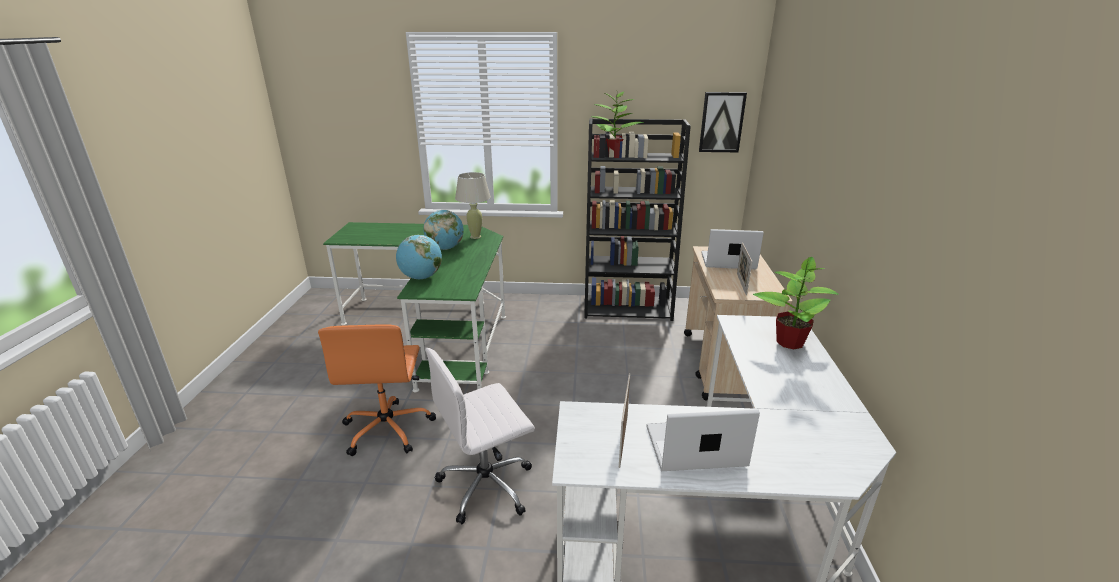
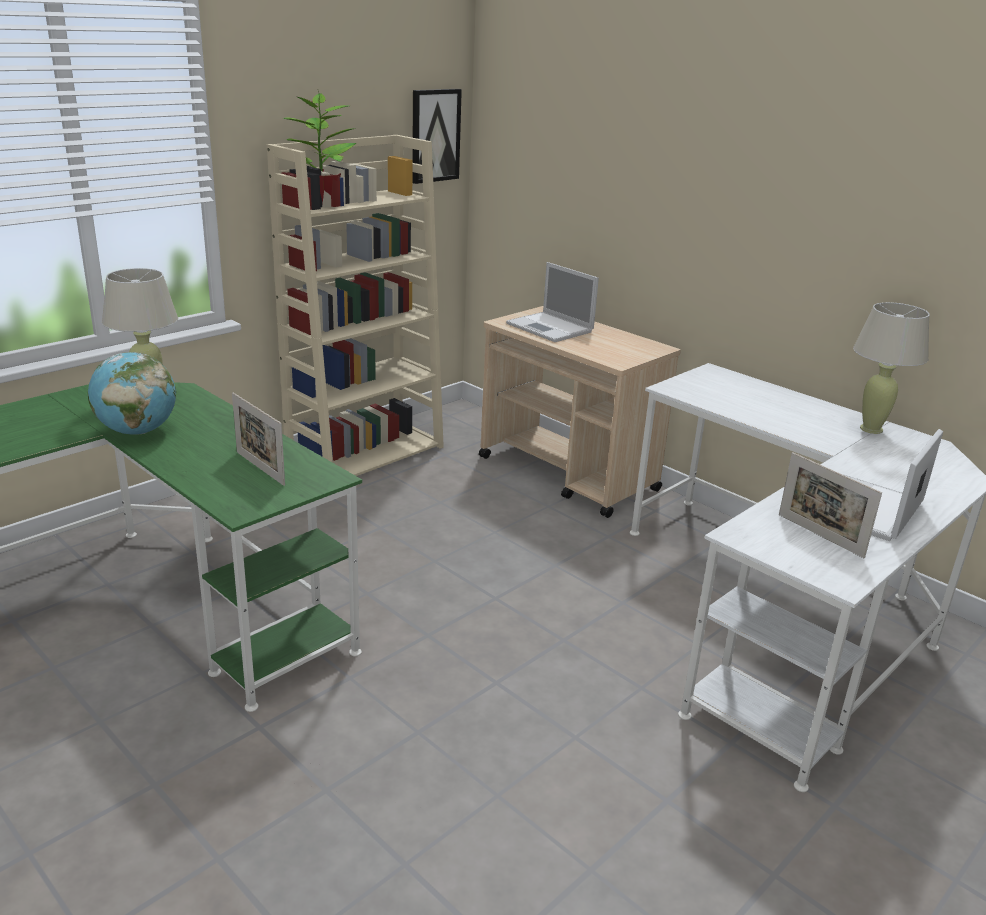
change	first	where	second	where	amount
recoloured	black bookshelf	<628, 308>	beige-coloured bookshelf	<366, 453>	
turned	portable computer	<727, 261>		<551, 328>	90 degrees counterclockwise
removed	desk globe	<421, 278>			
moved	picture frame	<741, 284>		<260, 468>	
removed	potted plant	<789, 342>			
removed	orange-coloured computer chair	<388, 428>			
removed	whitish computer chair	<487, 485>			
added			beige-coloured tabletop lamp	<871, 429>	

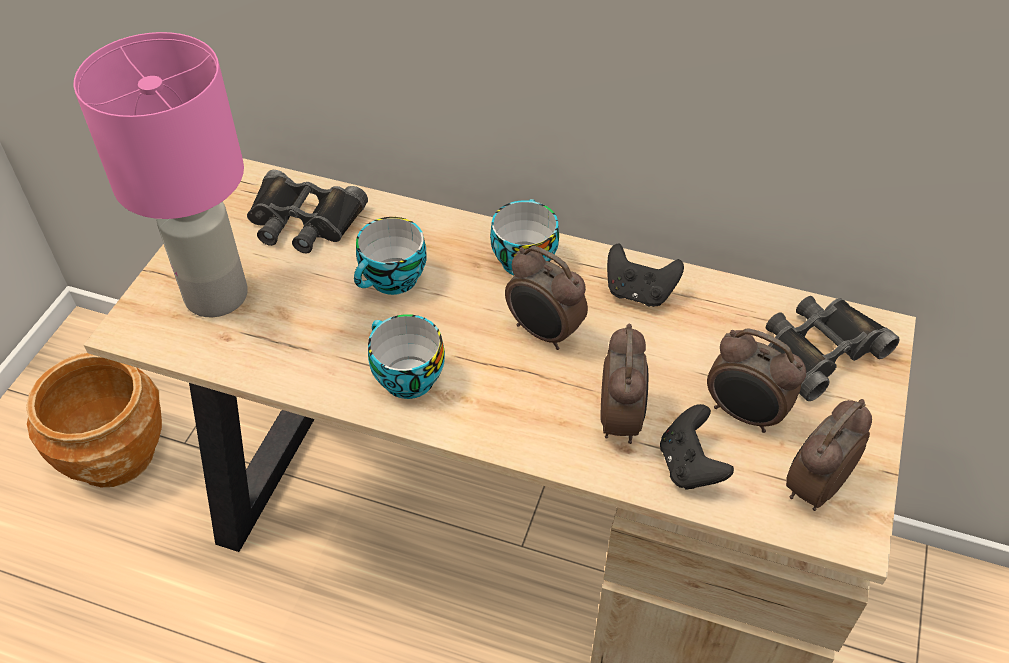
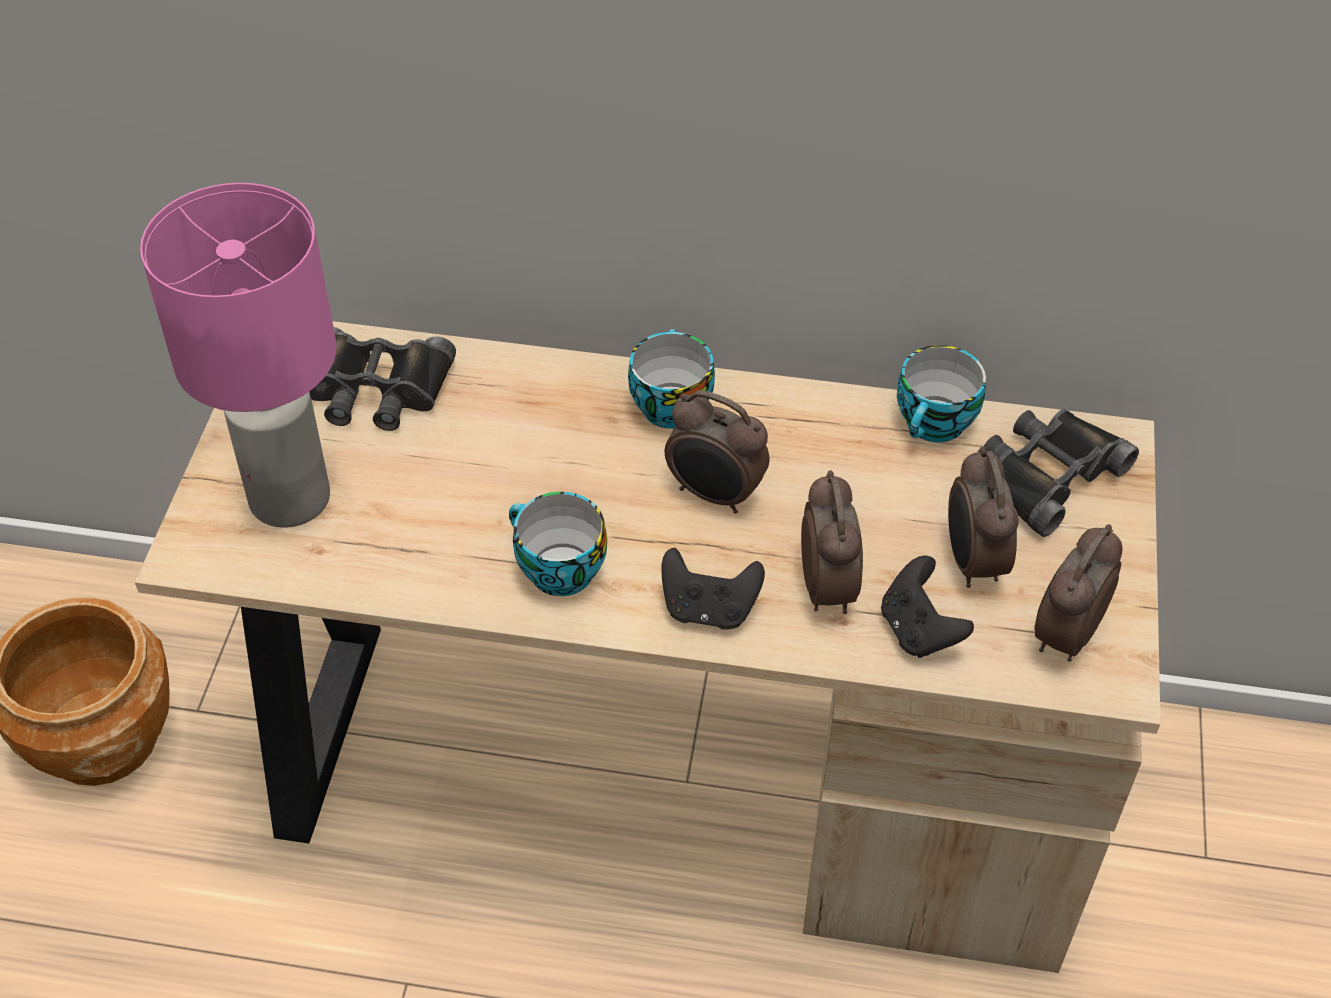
change	first	where	second	where	amount
moved	cup	<393, 281>		<935, 425>	
moved	black game controller	<639, 293>		<708, 609>	
turned	table clock	<744, 414>		<972, 562>	60 degrees clockwise

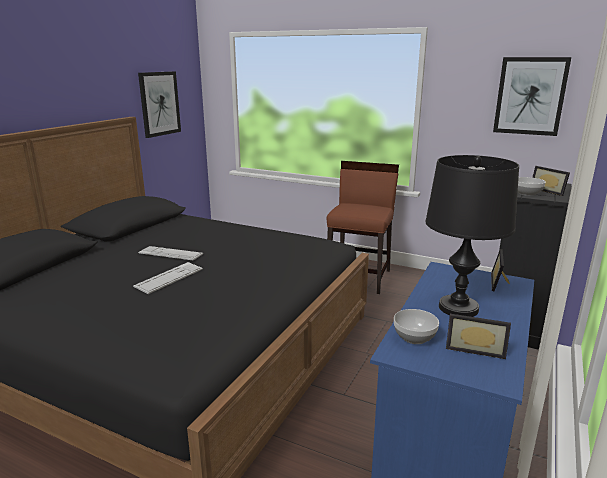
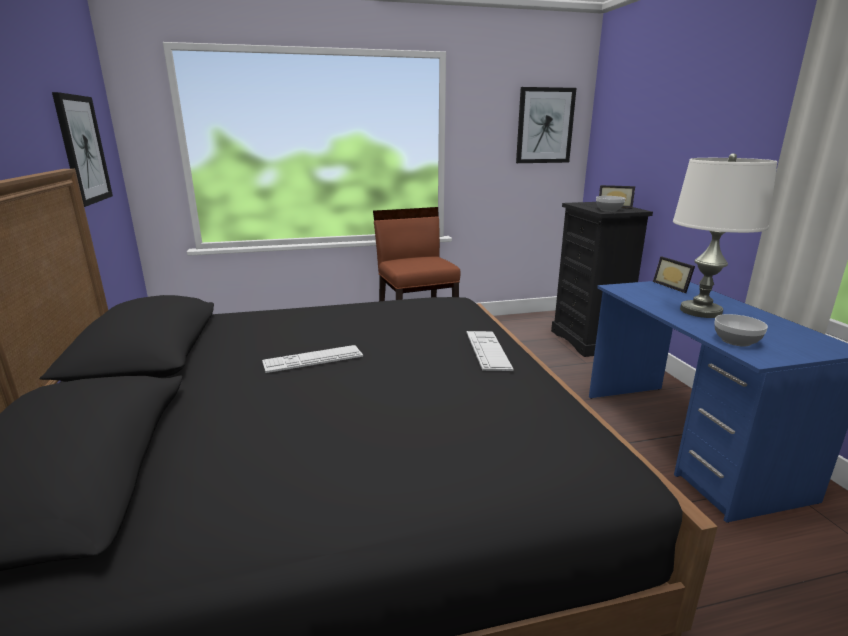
change	first	where	second	where	amount
recoloured	black tabletop lamp	<458, 308>	whitish tabletop lamp	<701, 311>	
moved	keyboard	<169, 278>		<488, 351>	
removed	picture frame	<475, 348>			

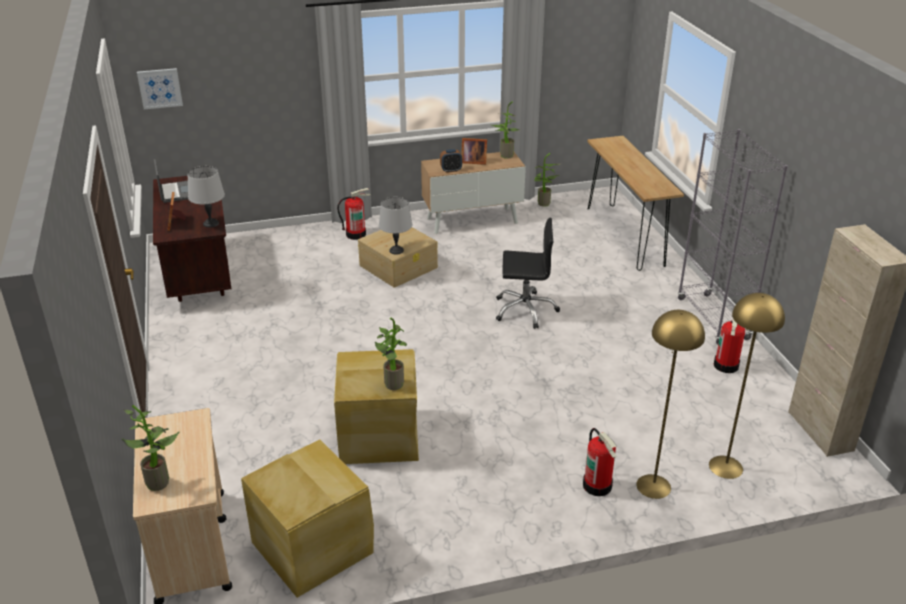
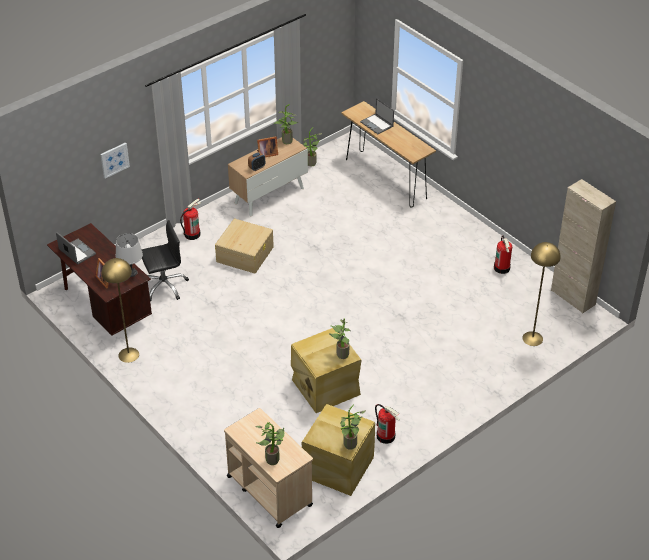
change	first	where	second	where	amount
moved	wall picture	<160, 88>		<114, 160>	
removed	gray bookshelf	<713, 319>			
removed	gray tabletop lamp	<396, 250>			
moved	black computer chair	<525, 310>		<164, 286>	
moved	yellowish floor lamp	<653, 486>		<129, 355>	
moved	extinguisher	<598, 485>		<386, 436>	
added			portable computer	<377, 124>	
added			potted plant	<350, 446>	

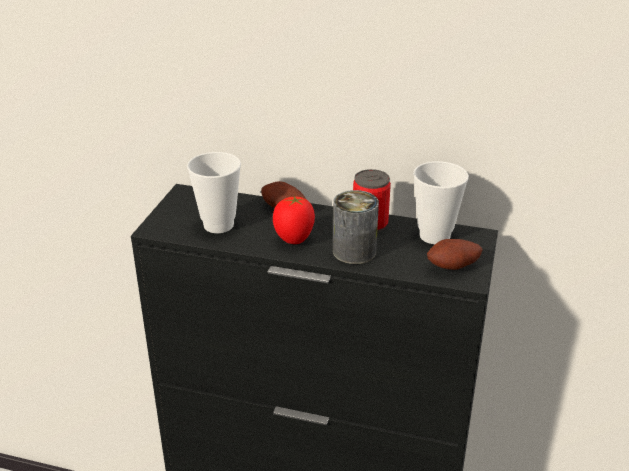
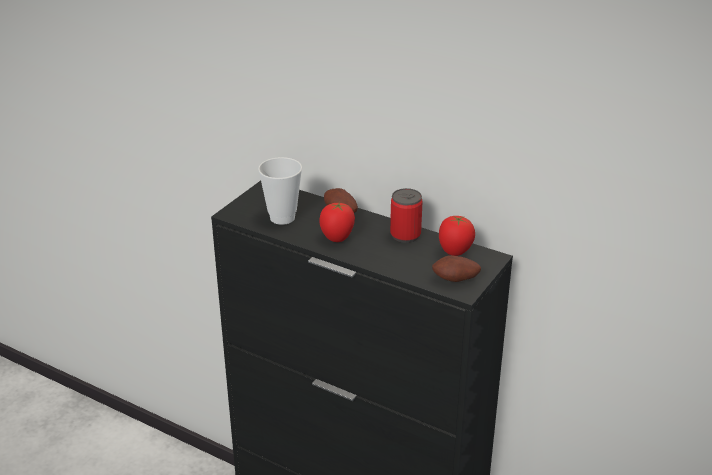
change	first	where	second	where	amount
replaced	cup	<434, 236>	fresh tomato	<455, 252>	
removed	sealed can	<354, 251>			

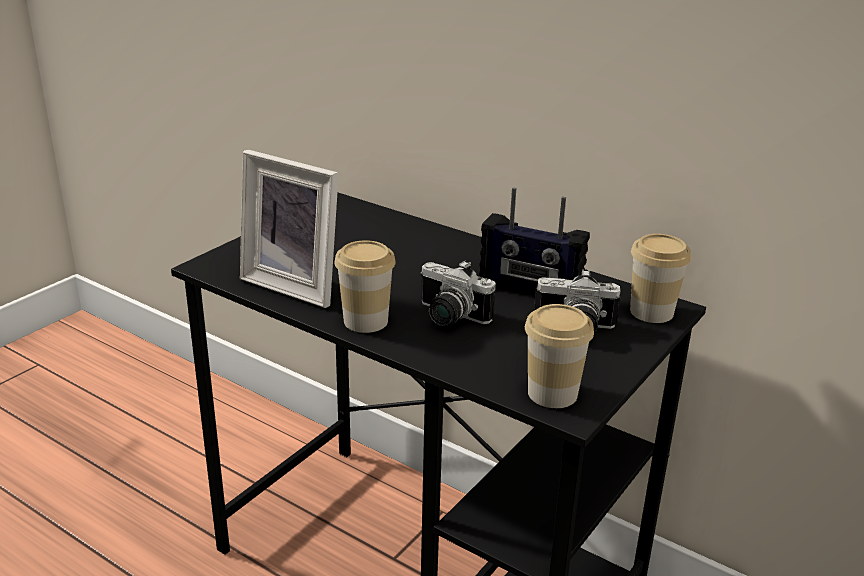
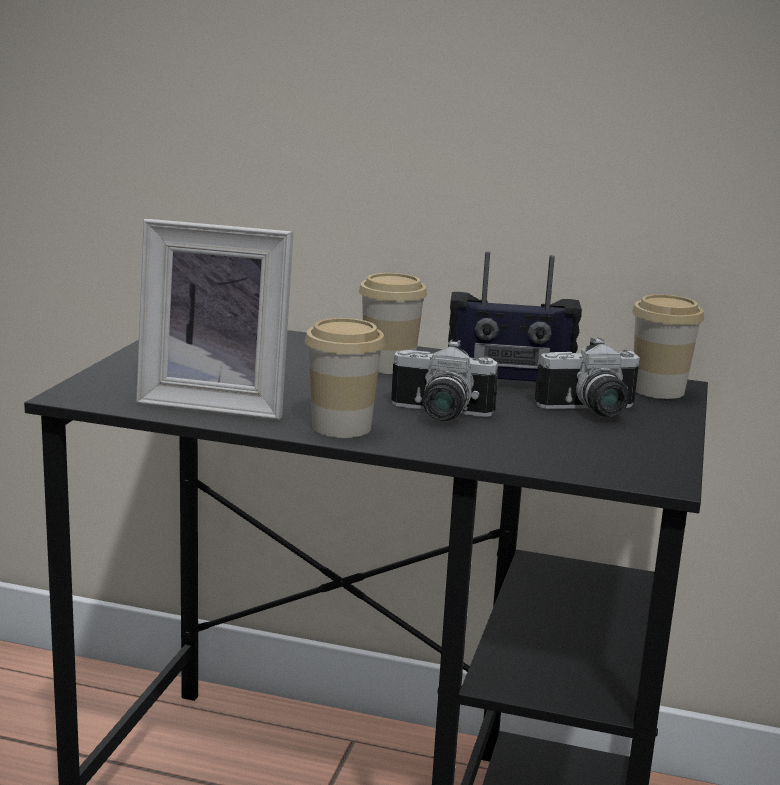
change	first	where	second	where	amount
moved	cup	<552, 393>		<389, 366>	

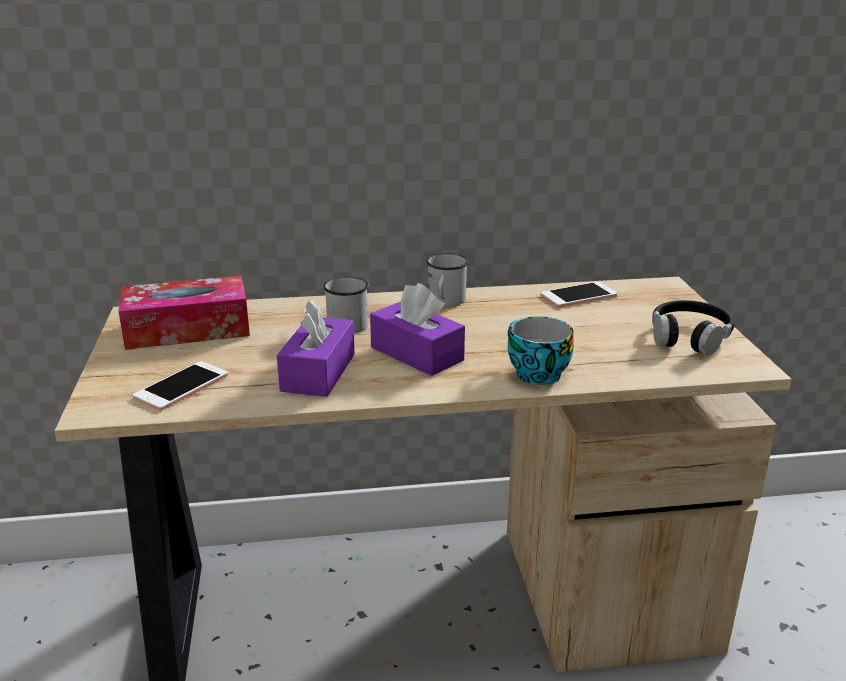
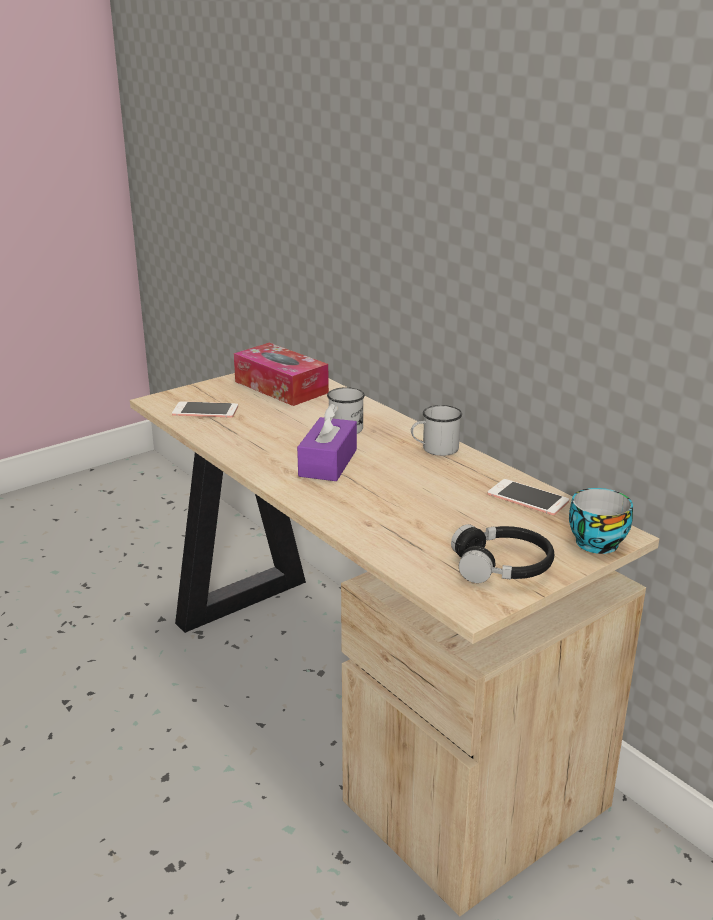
change	first	where	second	where	amount
removed	purplish tissue box	<318, 372>			
moved	cup	<534, 373>		<595, 541>	

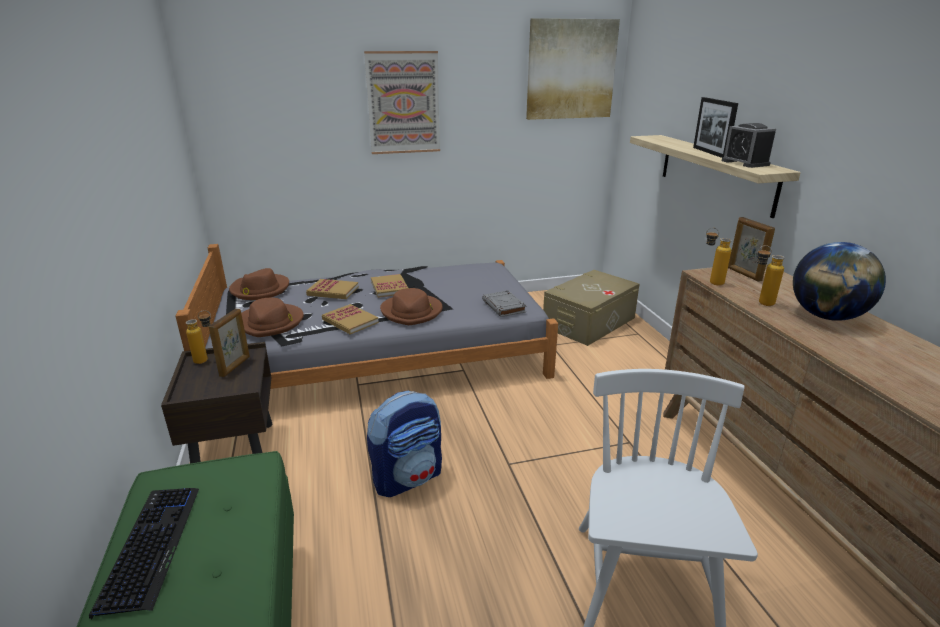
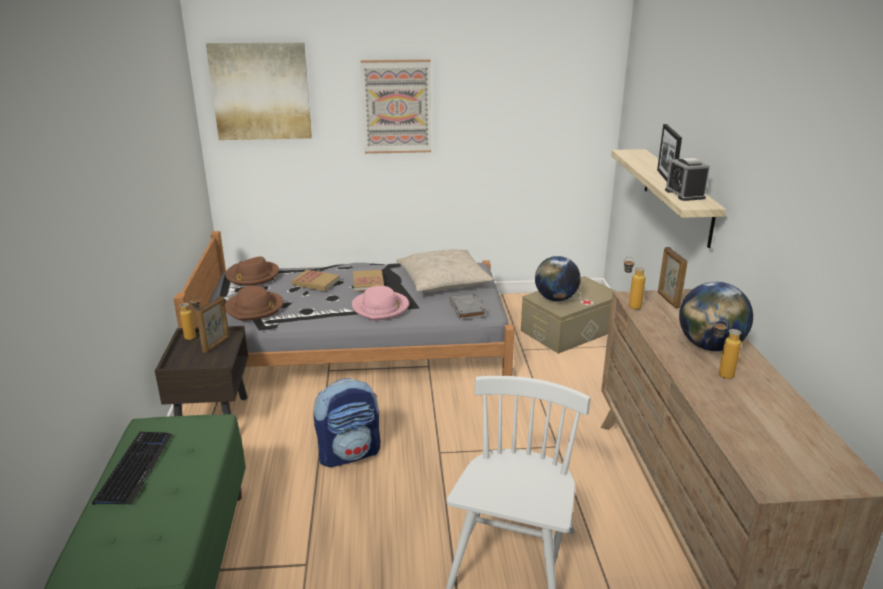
change	first	where	second	where	amount
moved	wall picture	<570, 70>		<261, 91>	
moved	drink bottle	<759, 303>		<719, 374>	
recoloured	brown-coloured clothing hat	<412, 312>	pink clothing hat	<381, 308>	
removed	bound book	<350, 321>			
added			beige-coloured throw pillow	<443, 281>	
added			desk globe	<555, 299>	

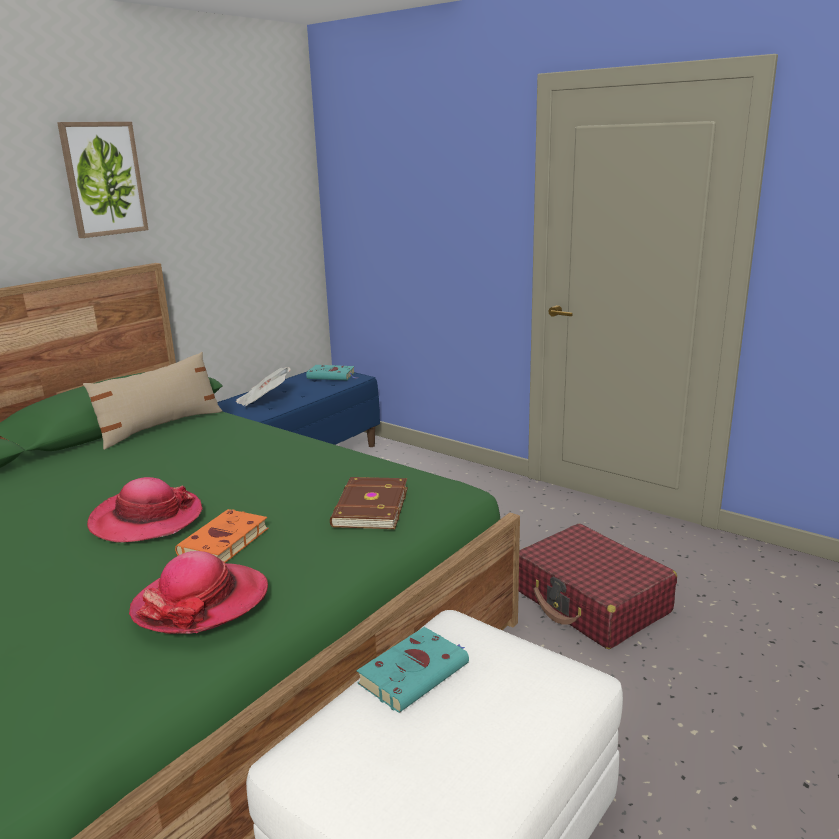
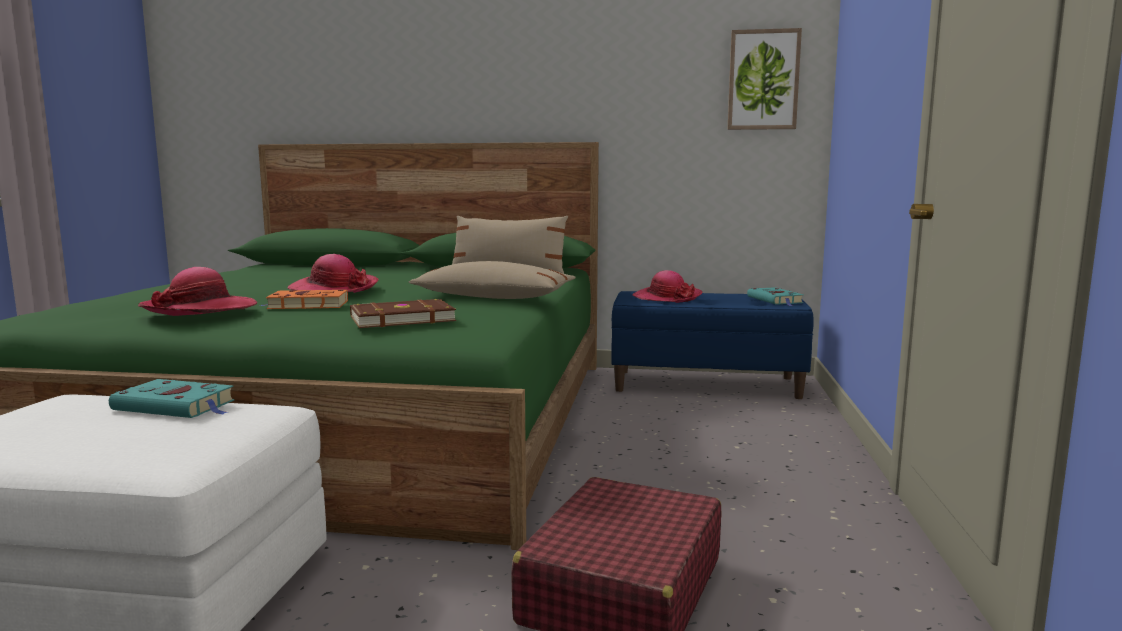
change	first	where	second	where	amount
moved	wall picture	<103, 179>		<763, 80>	
replaced	daily paper	<264, 401>	clothing hat	<666, 298>	
added			beige-coloured throw pillow	<493, 297>	

